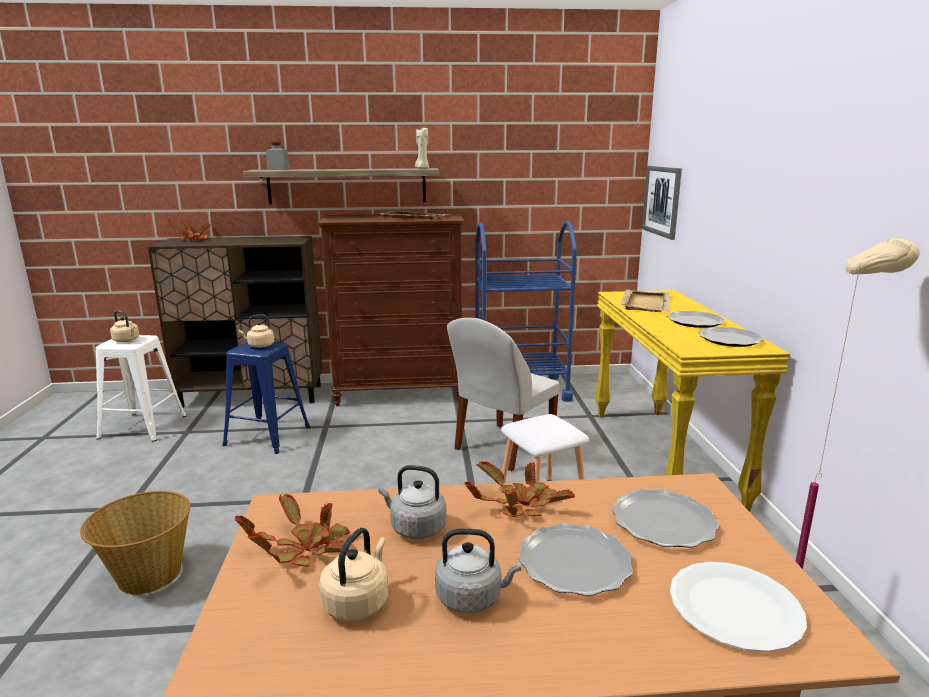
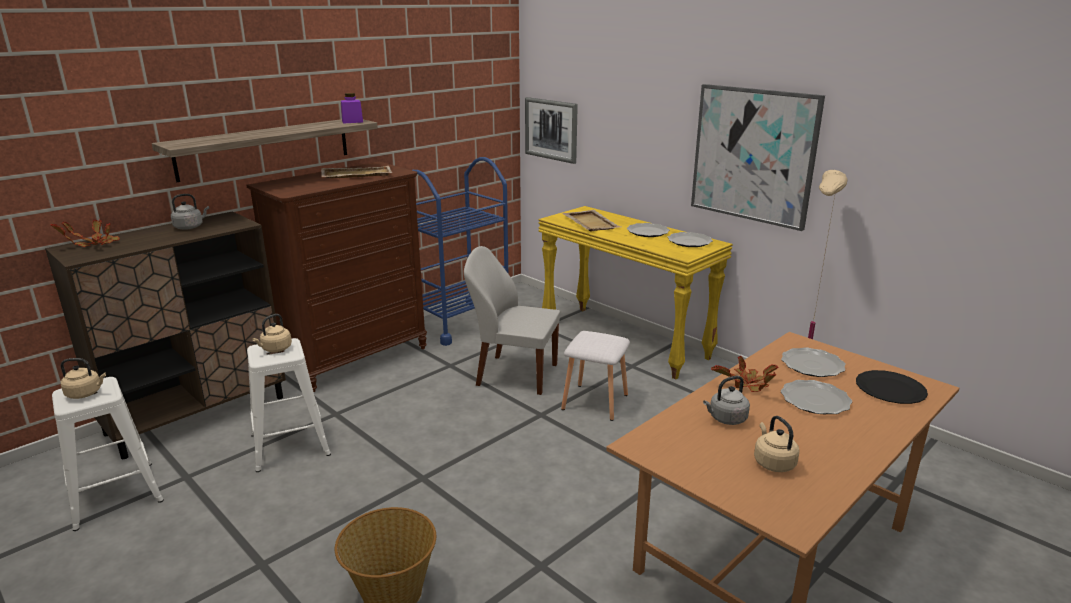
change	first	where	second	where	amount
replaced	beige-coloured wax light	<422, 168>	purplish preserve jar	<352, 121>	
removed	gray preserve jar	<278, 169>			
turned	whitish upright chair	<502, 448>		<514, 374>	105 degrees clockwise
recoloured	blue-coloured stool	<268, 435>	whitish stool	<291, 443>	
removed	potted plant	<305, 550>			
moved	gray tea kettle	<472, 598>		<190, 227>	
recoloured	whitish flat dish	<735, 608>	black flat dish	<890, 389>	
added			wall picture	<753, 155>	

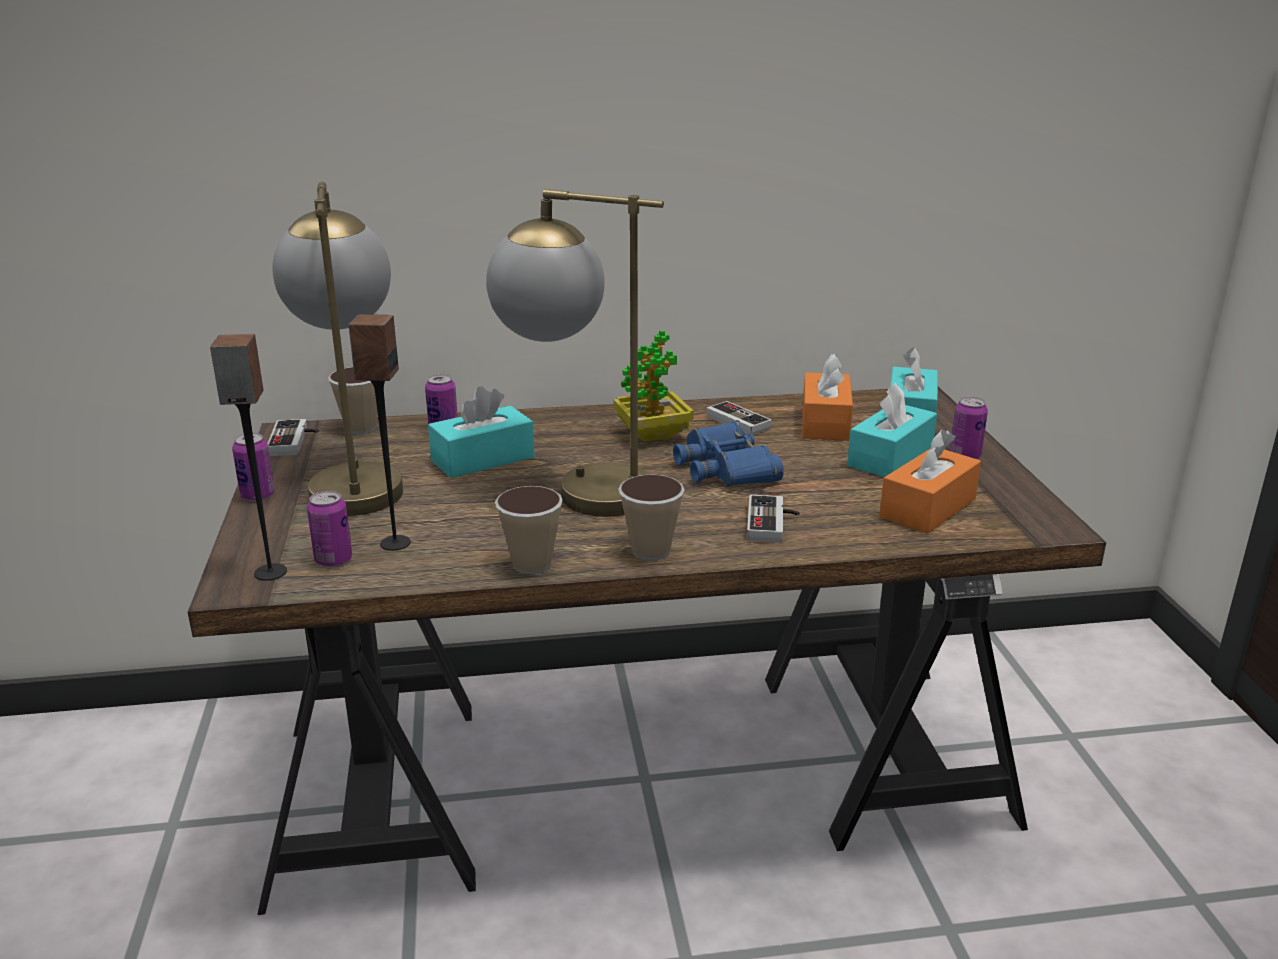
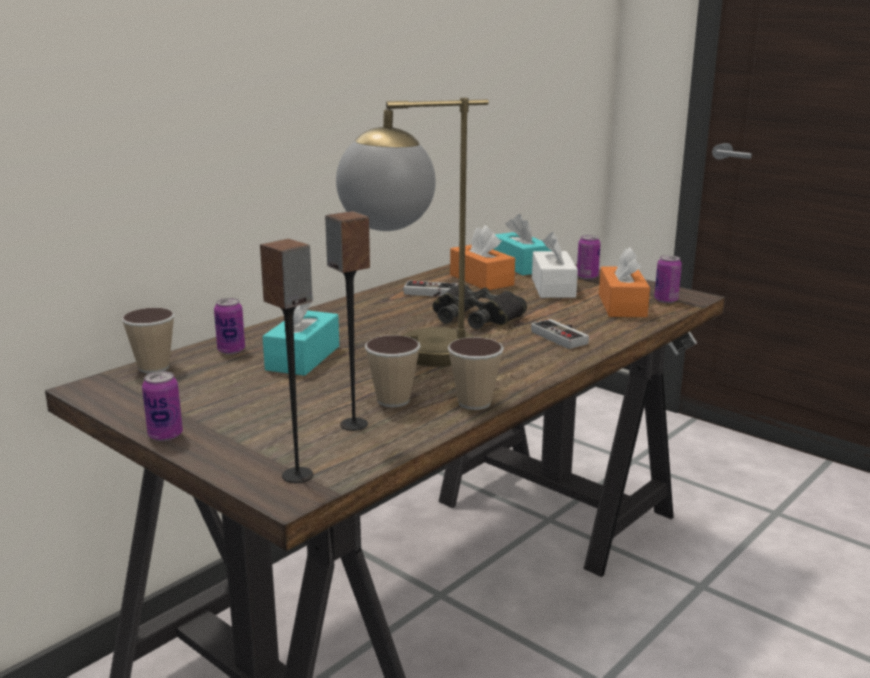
change	first	where	second	where	amount
removed	tabletop lamp	<355, 480>			
removed	potted plant	<652, 434>			
recoloured	turquoise tissue box	<890, 457>	whitish tissue box	<553, 287>	
removed	game controller	<295, 441>			
recoloured	blue-coloured pair of binoculars	<726, 467>	black pair of binoculars	<475, 317>	
moved	cup	<651, 551>		<393, 400>	
moved	sealed can	<333, 560>		<666, 300>	

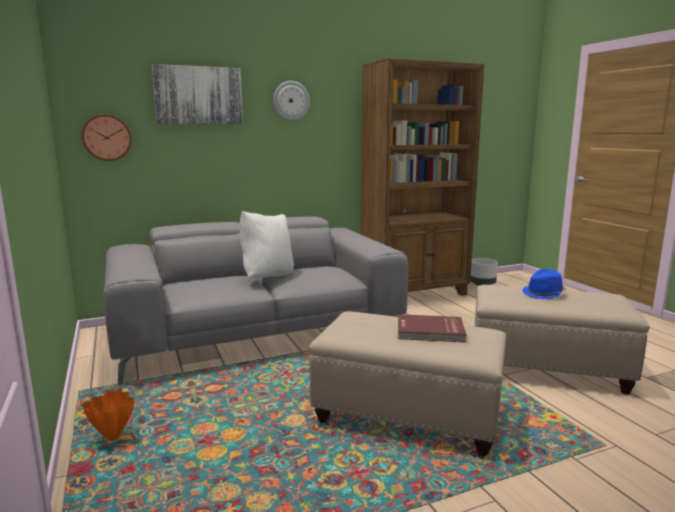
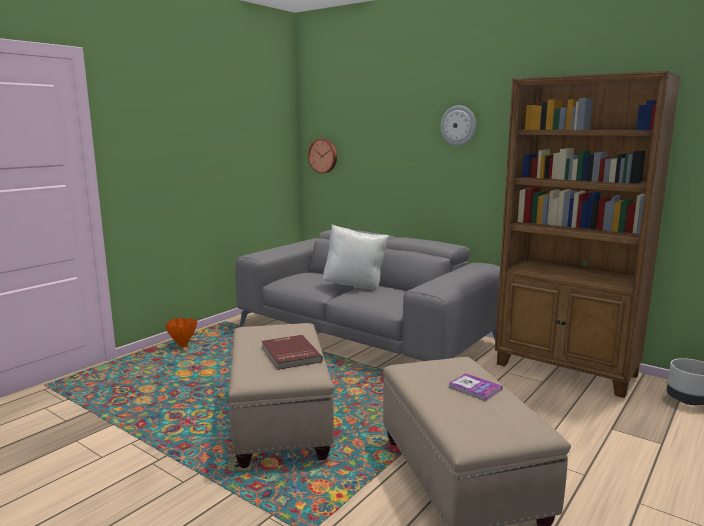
change	first	where	second	where	amount
removed	wall picture	<198, 95>			
replaced	blue-coloured clothing hat	<544, 294>	bound book	<474, 388>	

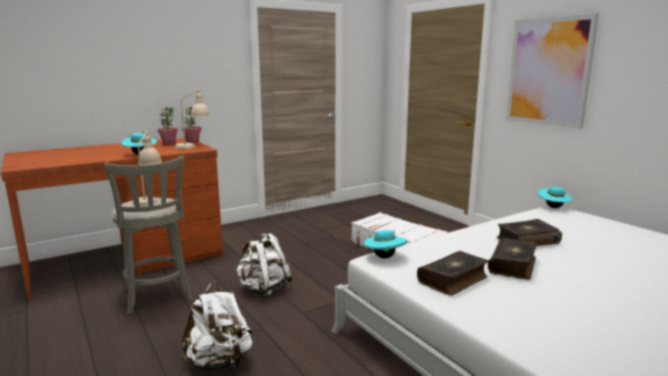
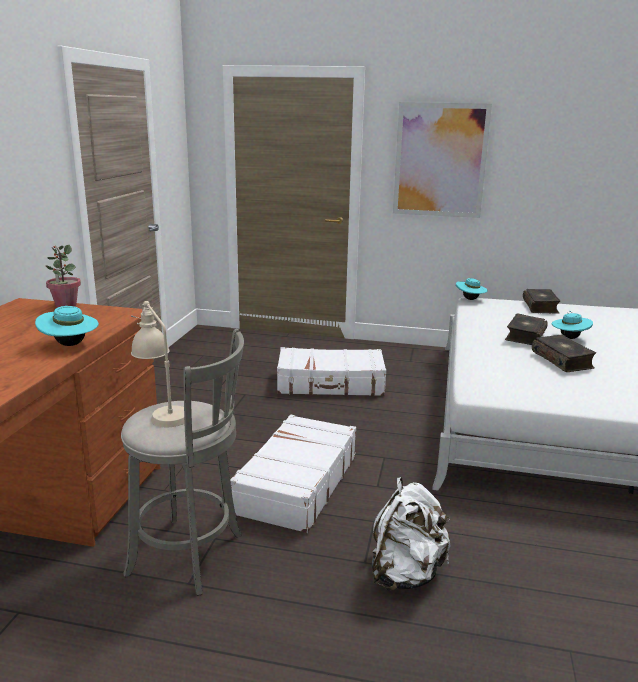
change	first	where	second	where	amount
removed	beige-coloured tabletop lamp	<194, 146>			
removed	potted plant	<169, 144>			
moved	turquoise clothing hat	<384, 257>		<569, 338>	
replaced	whitish backpack	<264, 290>	whitish travel case	<296, 484>	
moved	bound book	<453, 280>		<540, 307>	

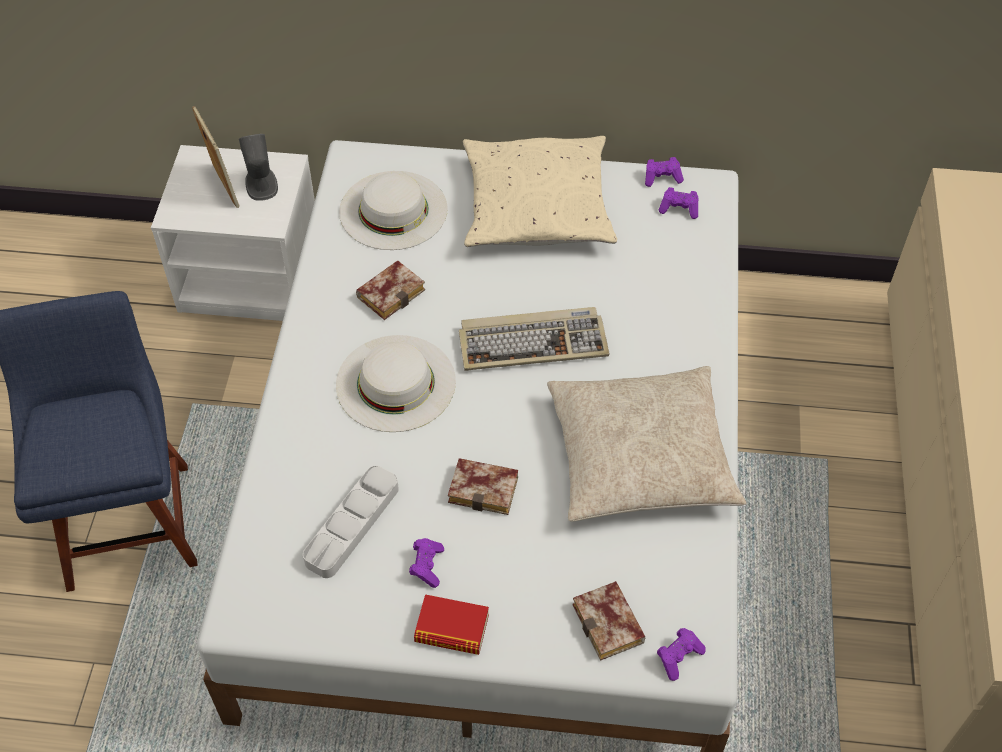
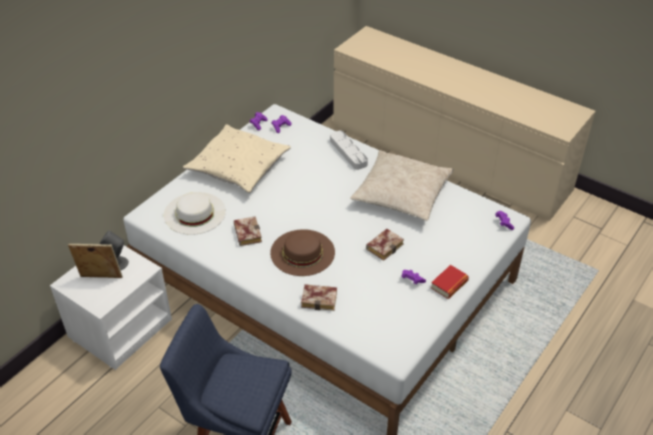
change	first	where	second	where	amount
removed	keyboard	<533, 342>			
recoloured	whitish clothing hat	<395, 383>	brown-coloured clothing hat	<302, 252>	
moved	gray carrying tray	<352, 524>		<348, 152>	
moved	bound book	<611, 625>		<320, 299>	

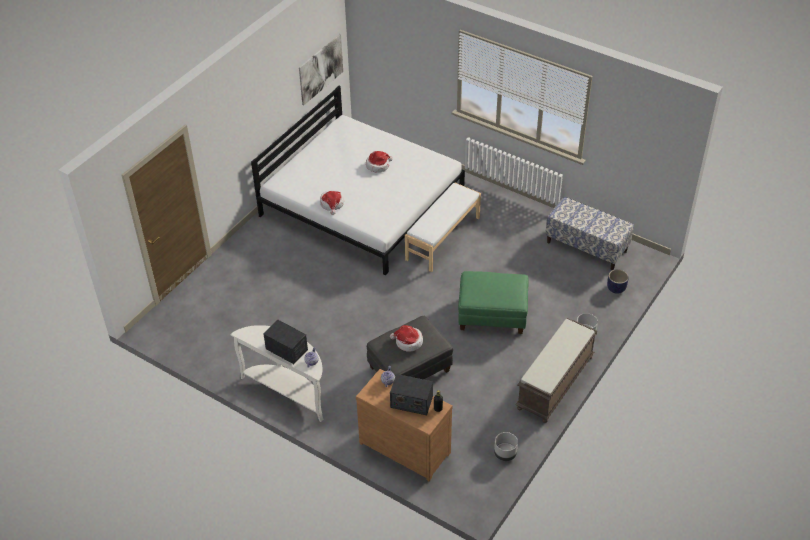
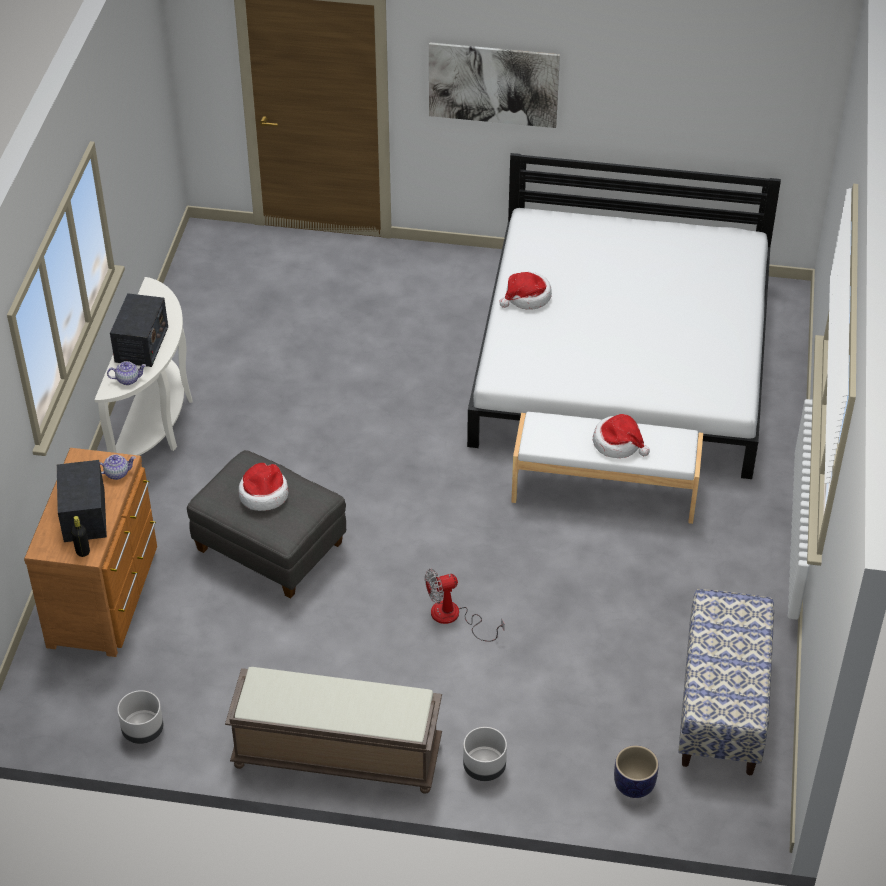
change	first	where	second	where	amount
moved	wall picture	<321, 69>		<493, 84>	
moved	clothing hat	<378, 165>		<618, 443>	
replaced	greenish pouffe	<492, 315>	cooling fan	<454, 617>	

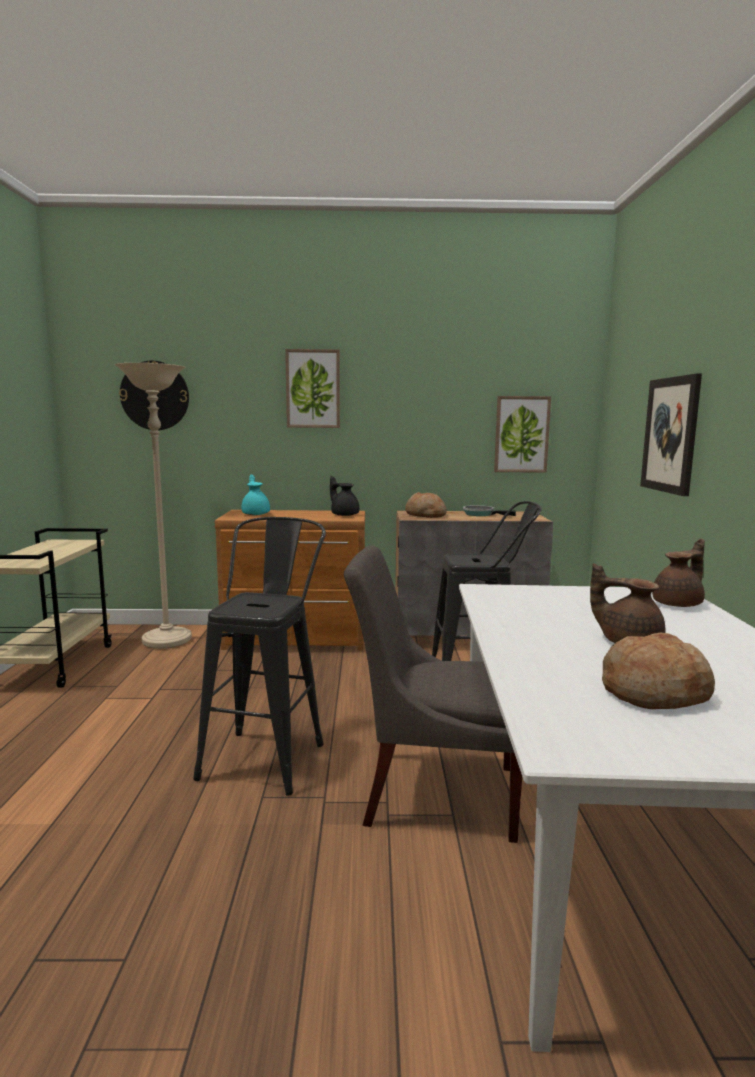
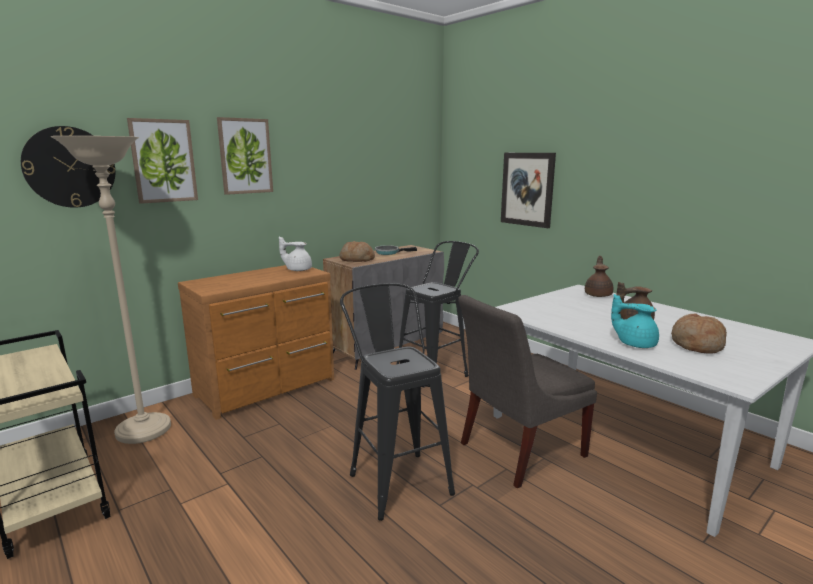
change	first	where	second	where	amount
moved	wall picture	<521, 434>		<163, 161>	
moved	turquoise pot for tea	<256, 514>		<634, 343>	
recoloured	black pot for tea	<344, 515>	whitish pot for tea	<298, 270>	

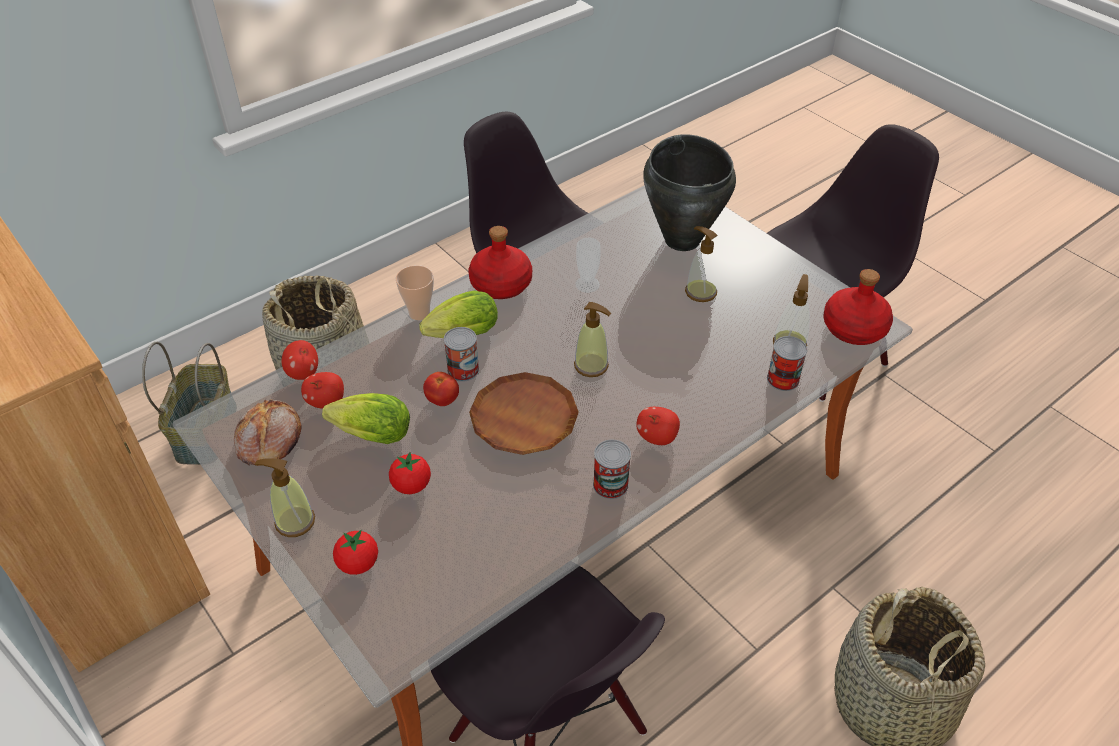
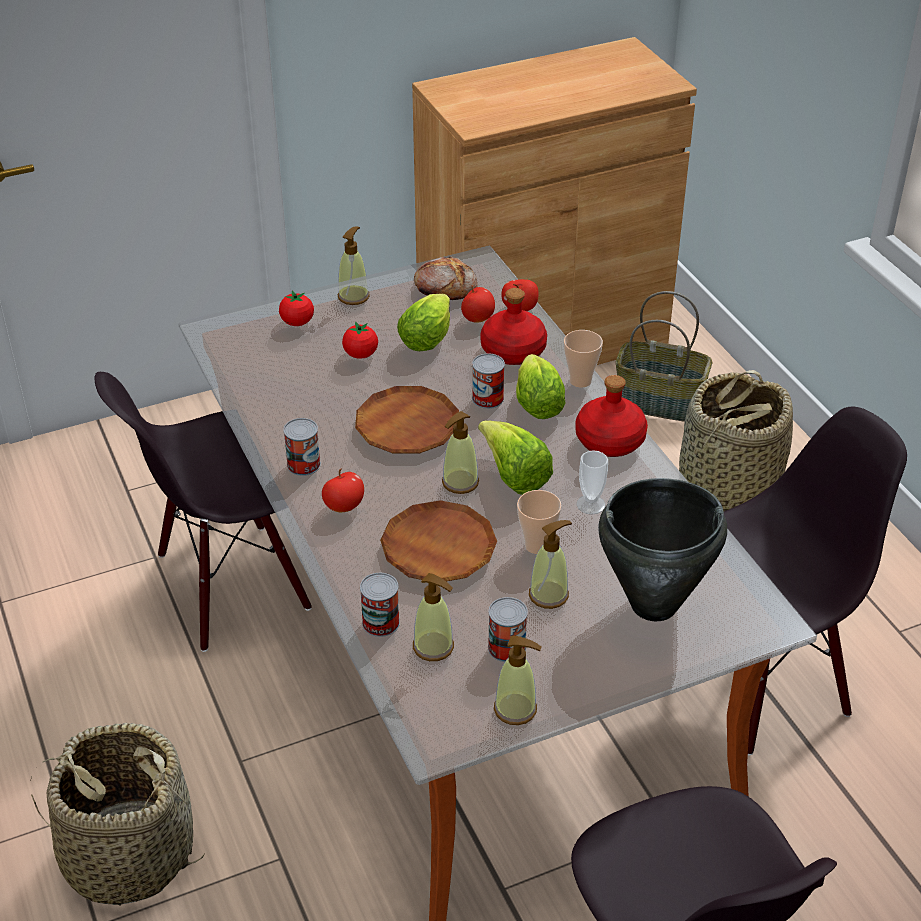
change	first	where	second	where	amount
moved	red-coloured drink bottle	<854, 328>		<513, 351>	
removed	fresh tomato	<442, 400>			
added			head of lettuce	<514, 476>	
added			cup	<537, 545>	
added			brown-coloured flat dish	<438, 548>	
added			sealed can	<507, 647>	
added			soap dispenser	<515, 709>	

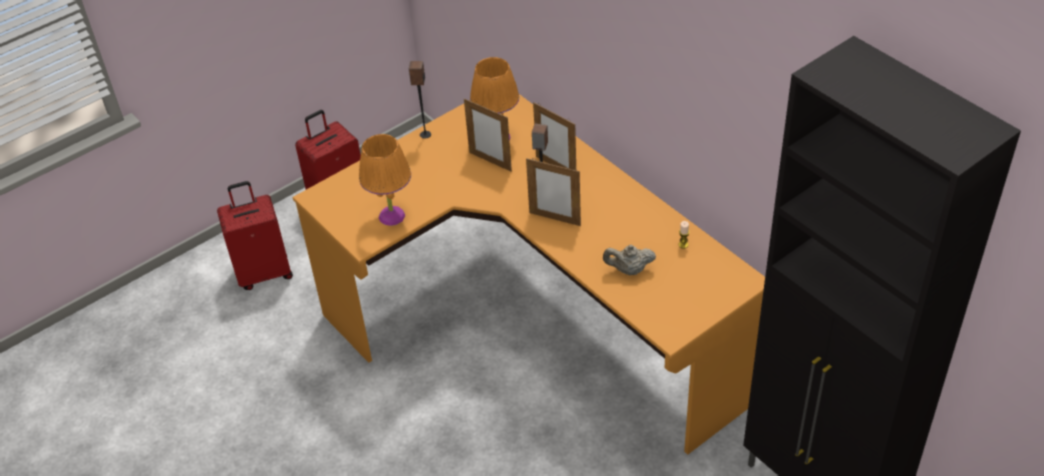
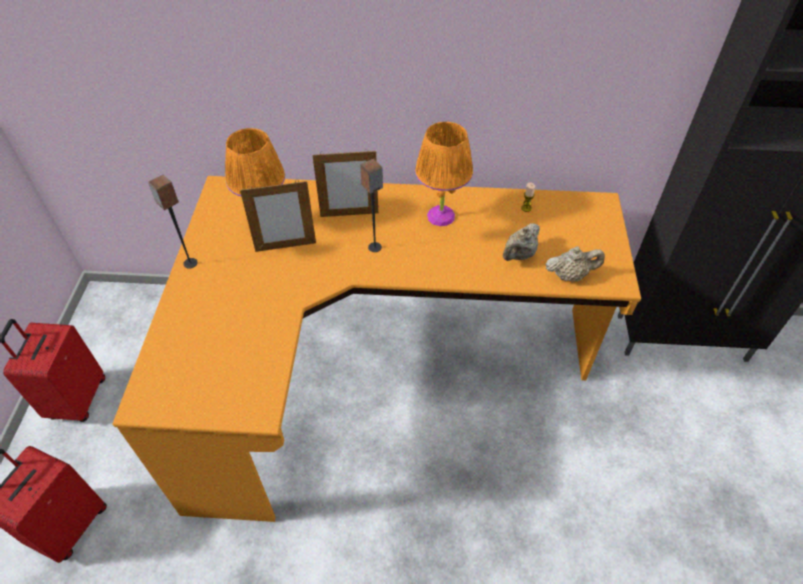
change	first	where	second	where	amount
moved	orange-coloured tabletop lamp	<392, 216>		<441, 216>	
removed	picture frame	<554, 219>			
added			beige-coloured pot for tea	<570, 275>	

